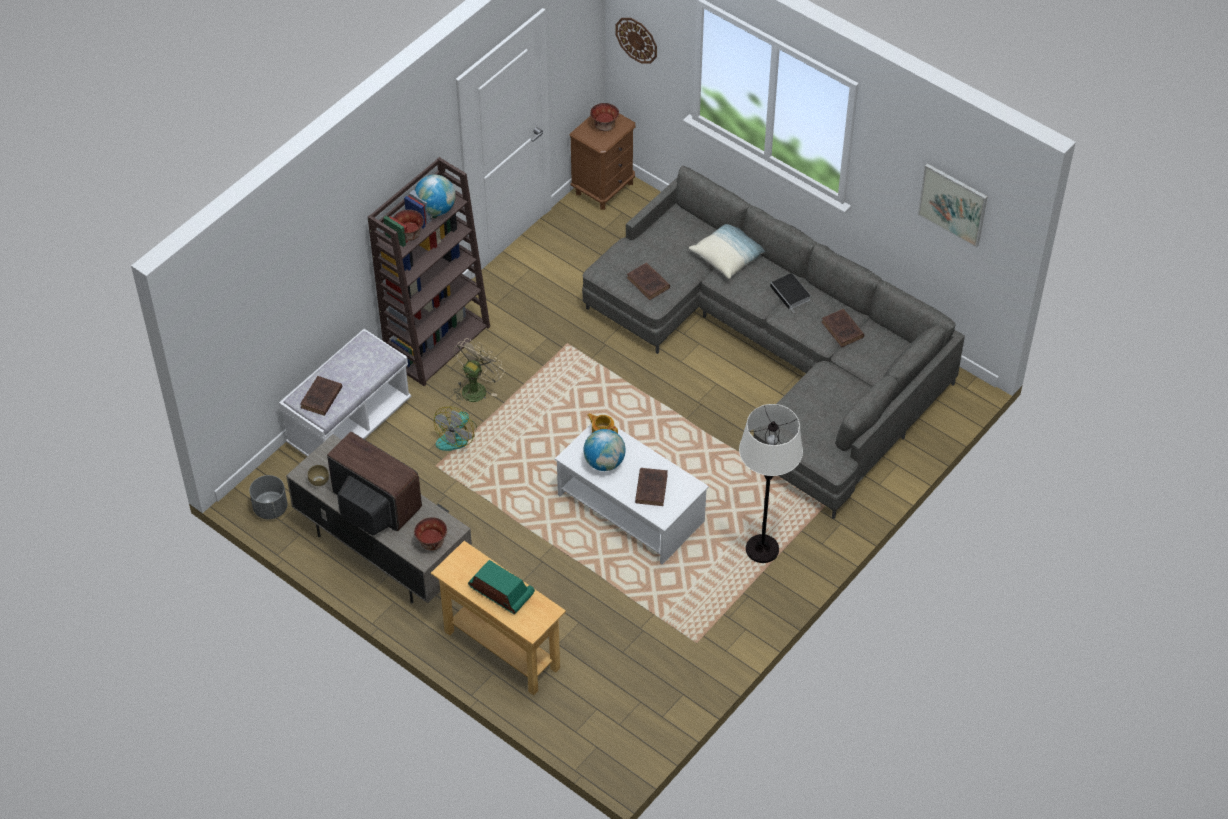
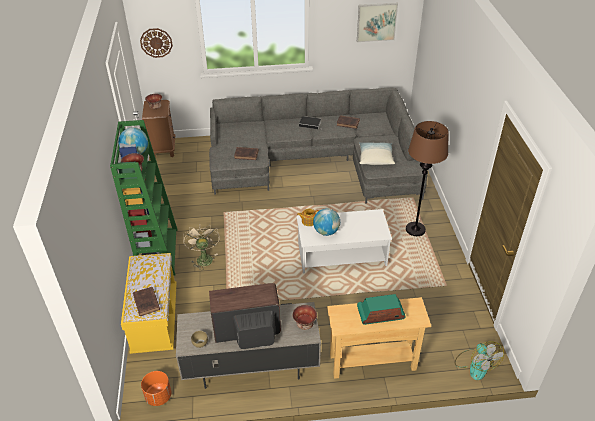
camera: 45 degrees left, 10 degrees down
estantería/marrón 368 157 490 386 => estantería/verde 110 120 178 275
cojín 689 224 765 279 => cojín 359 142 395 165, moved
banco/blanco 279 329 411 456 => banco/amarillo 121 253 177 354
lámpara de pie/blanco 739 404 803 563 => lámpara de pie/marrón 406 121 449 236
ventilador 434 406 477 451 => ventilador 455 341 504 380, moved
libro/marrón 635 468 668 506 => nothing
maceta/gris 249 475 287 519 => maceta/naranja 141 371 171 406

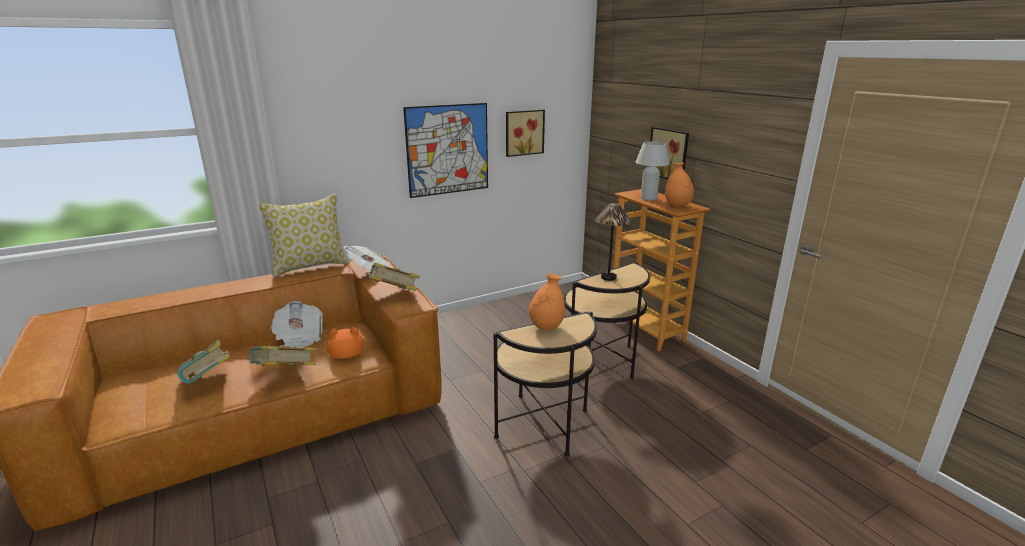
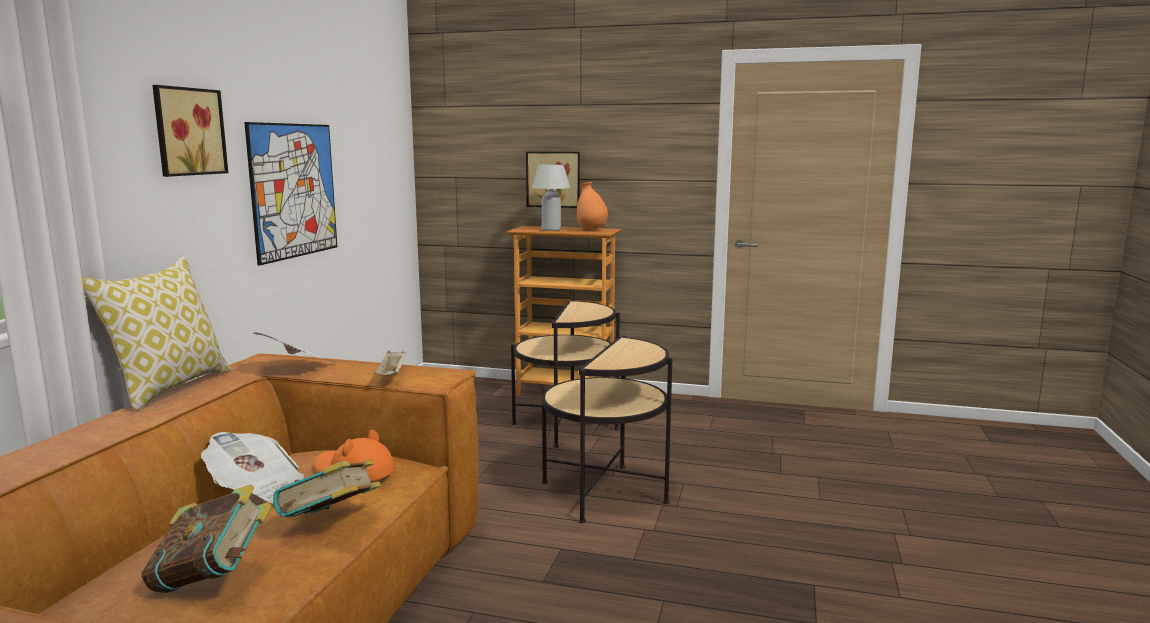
camera: 45 degrees left, 10 degrees down
cuadro 506 110 545 157 => cuadro 152 85 228 177, moved
lámpara de mesa 595 203 631 281 => nothing
libro 365 263 420 291 => bandeja/beis 375 351 406 375
florero/naranja 529 274 565 330 => nothing

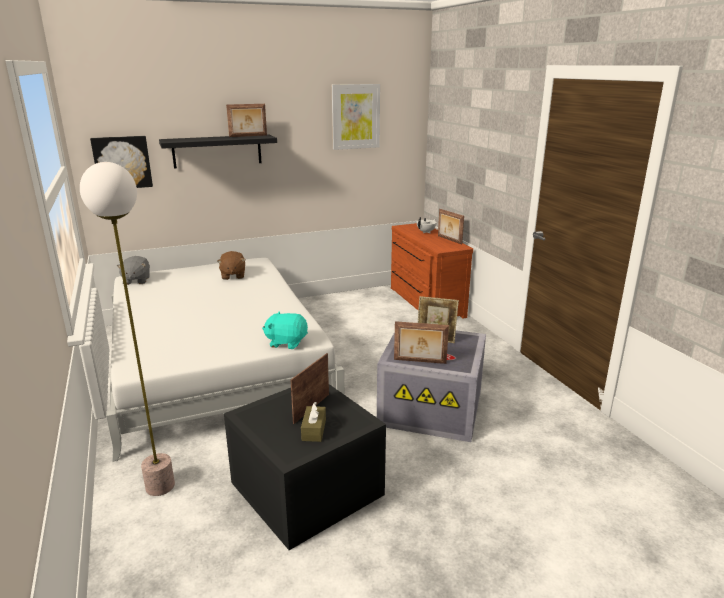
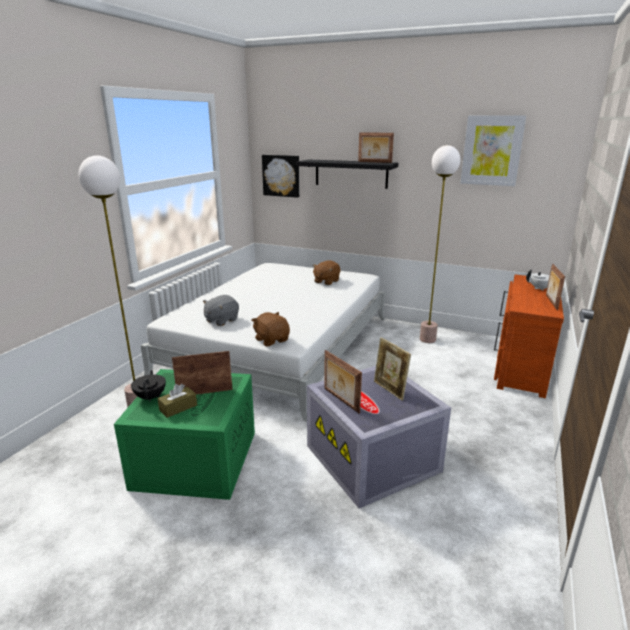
camera: 45 degrees right, 0 degrees up
peluche/gris 117 256 150 285 => peluche/gris 203 295 239 326, moved
peluche/turquesa 262 311 308 349 => peluche/marrón 252 312 290 347
caja de almacenaje/negro 224 384 386 550 => caja de almacenaje/verde 114 369 255 500
nothing => lámpara de pie 420 145 461 343
nothing => tetera/negro 131 370 166 402

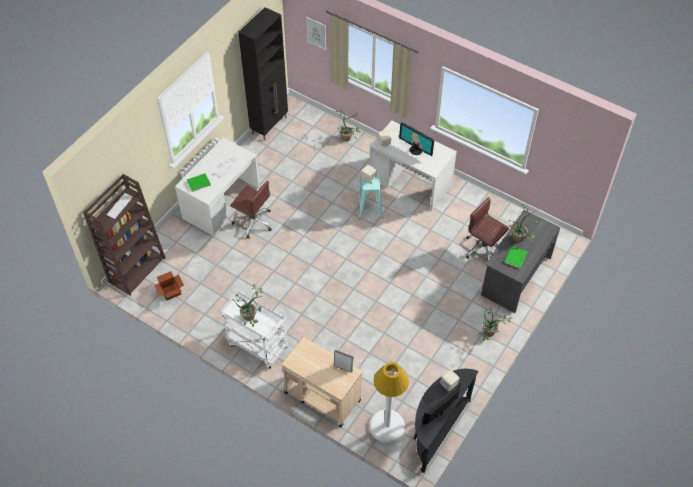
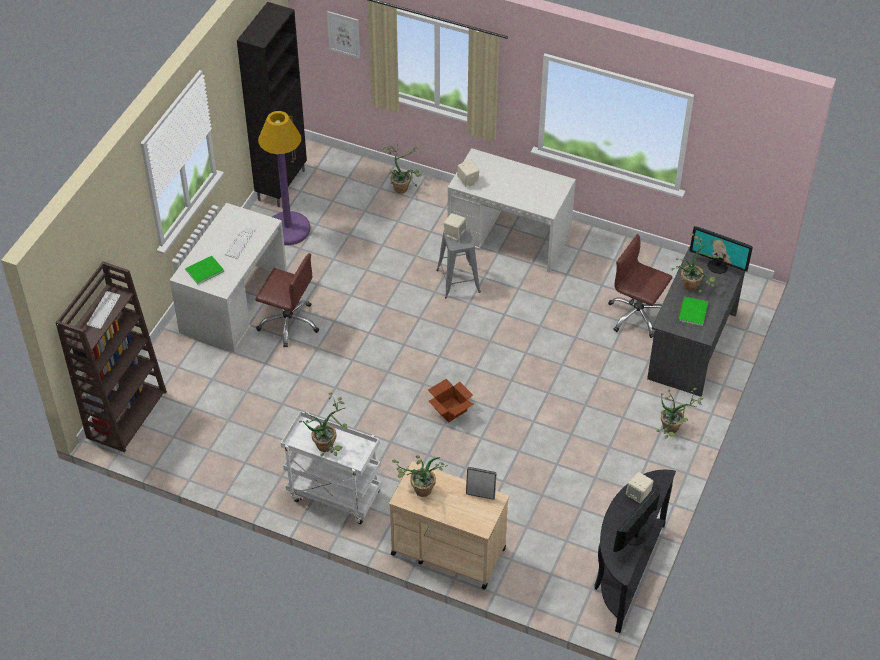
camera: 10 degrees left, 5 degrees down
monitor 399 122 434 156 => monitor 689 226 753 274, moved
taburete/turquesa 357 174 383 219 => taburete/gris 436 226 481 299
caja de cartón 154 271 184 301 => caja de cartón 428 379 474 422, moved
lámpara de pie/blanco 370 362 409 443 => nothing
nothing => lámpara de pie/morado 258 111 310 245
nothing => planta en maceta 392 455 448 497

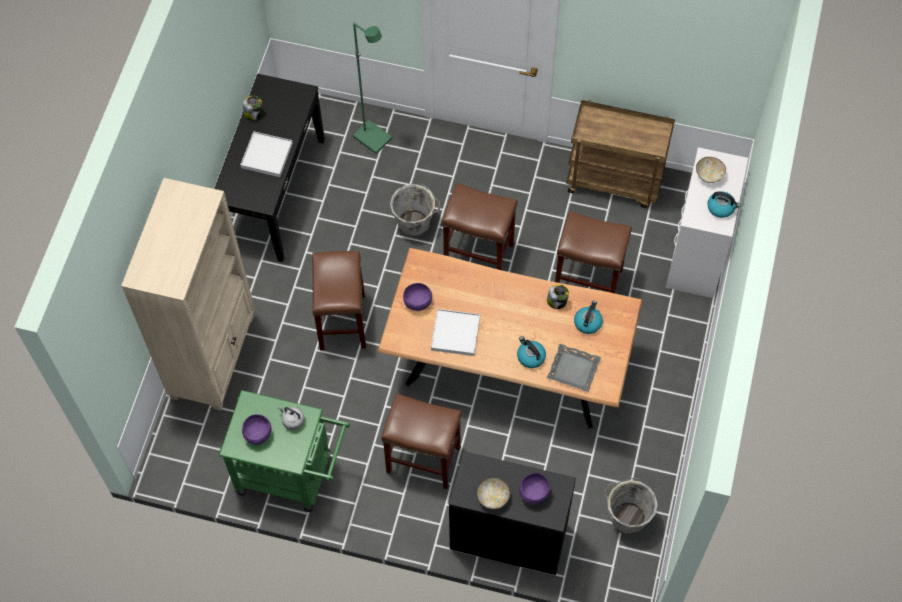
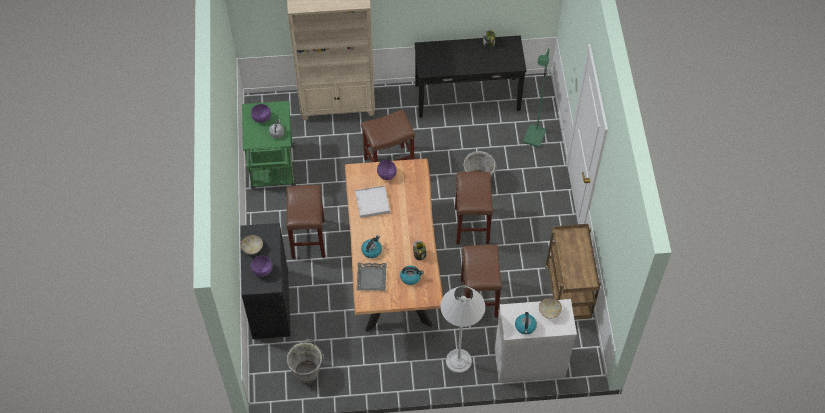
camera: 70 degrees right, 5 degrees down
bandeja/blanco 240 131 293 177 => nothing
nothing => lámpara de pie/blanco 440 285 485 373

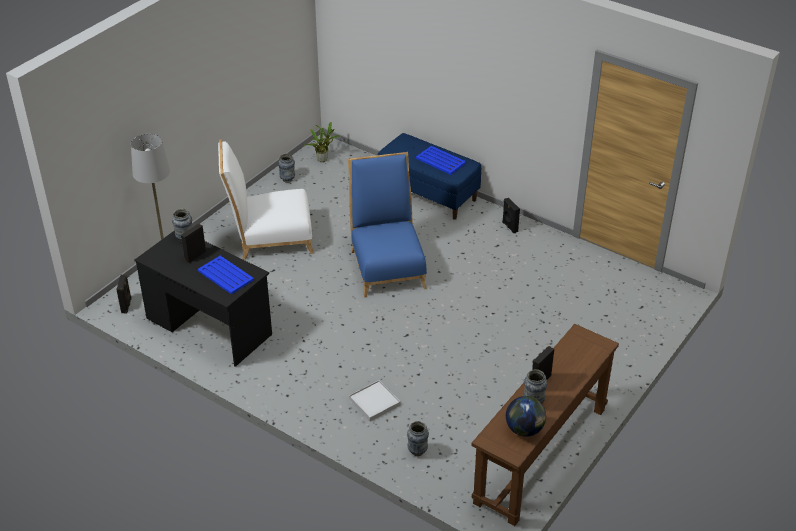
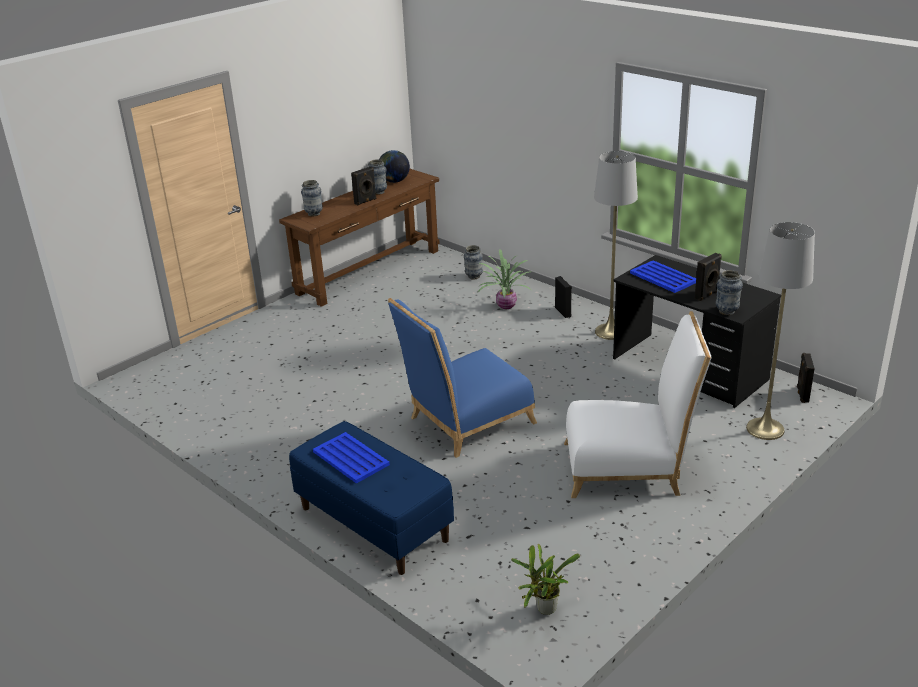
camera: 170 degrees left, 10 degrees down
silla/azul 348 152 427 297 => silla/azul 388 298 537 458, 60 degrees clockwise
florero 278 153 295 183 => florero 301 180 323 216, moved
altavoz/negro 502 198 520 233 => altavoz/negro 555 276 572 318, moved
bandeja/blanco 349 380 400 421 => planta en maceta 478 249 532 309
nothing => lámpara de pie/gris 594 151 638 340

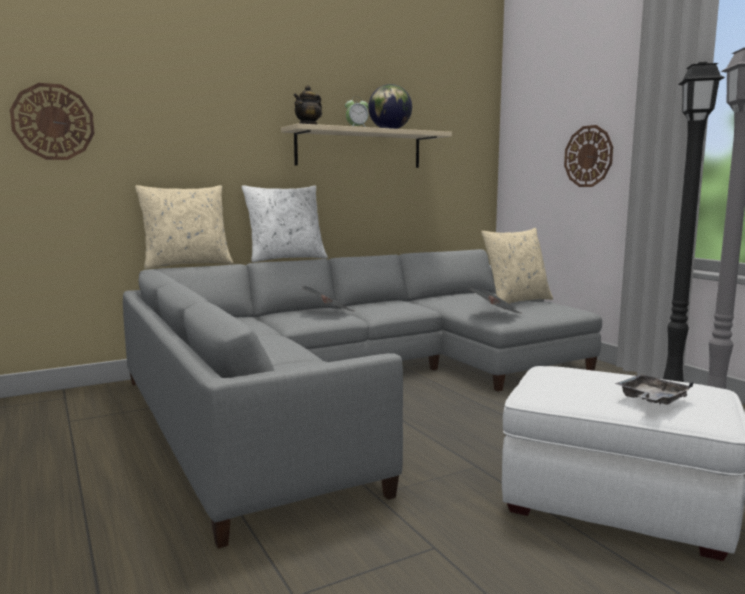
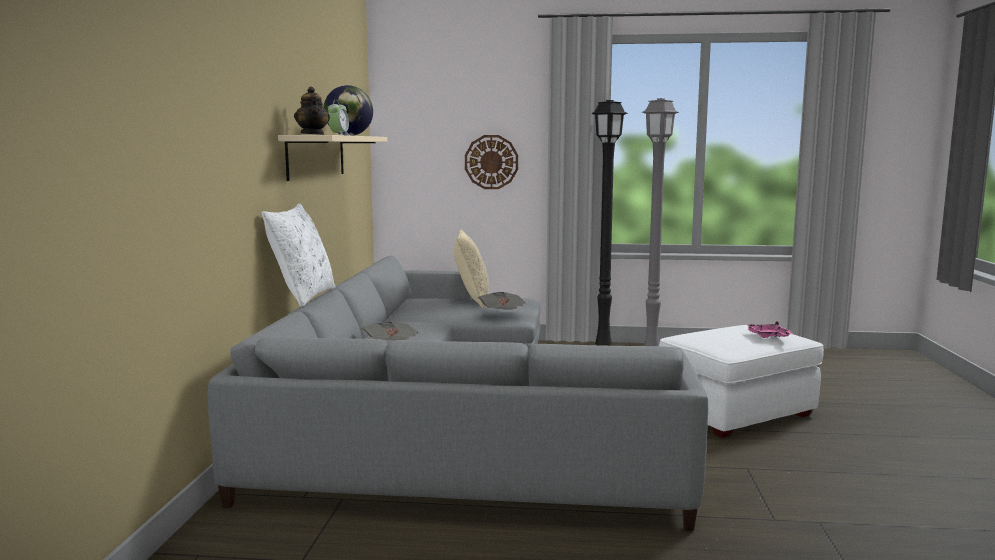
camera: 55 degrees left, 0 degrees up
reloj de pared 10 83 95 160 => nothing
cojín/beis 135 185 234 269 => nothing
bandeja/gris 615 374 694 405 => bandeja/rosa 745 321 793 338

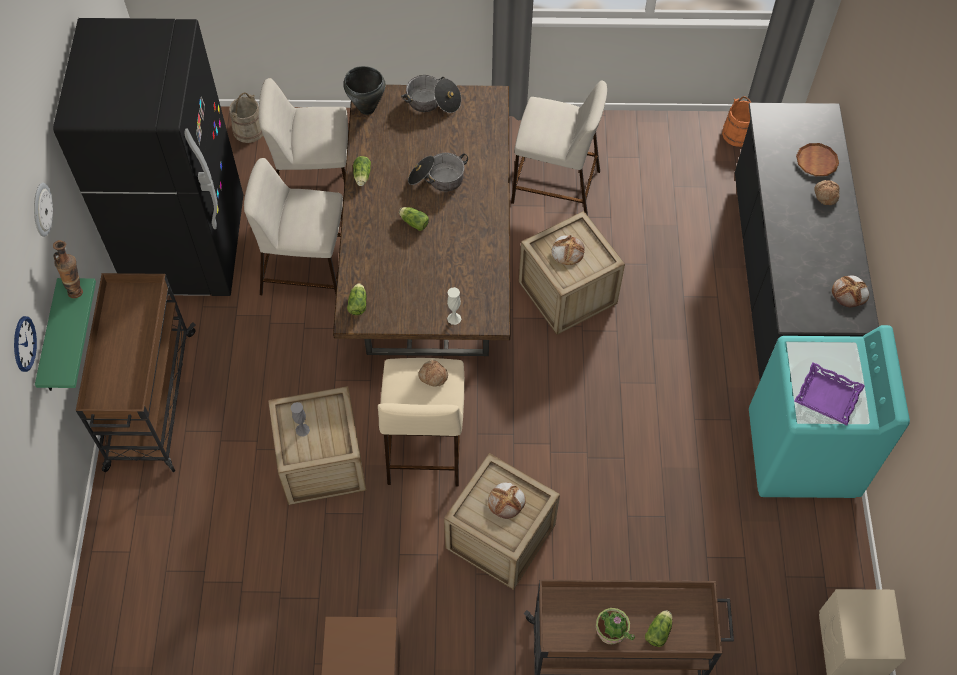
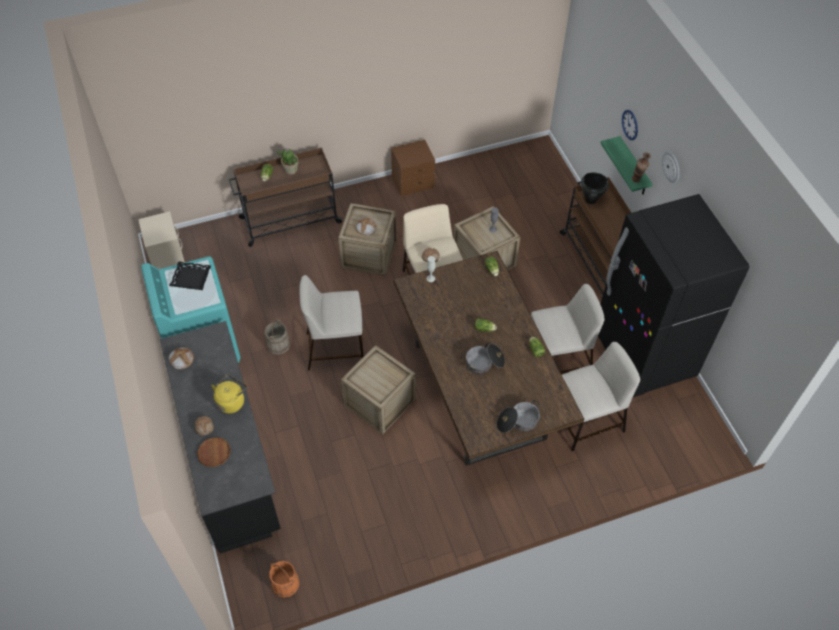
camera: 160 degrees right, 5 degrees down
olla/negro 343 66 386 115 => olla/negro 581 172 609 204, moved
taburete/beis 511 81 607 215 => taburete/beis 299 275 364 371, moved
cubo/beis 229 92 263 143 => cubo/beis 265 319 290 355, moved
pan 551 235 585 265 => nothing
bandeja/morado 794 362 865 425 => bandeja/negro 169 261 211 290
nothing => hervidor/amarillo 211 375 247 414

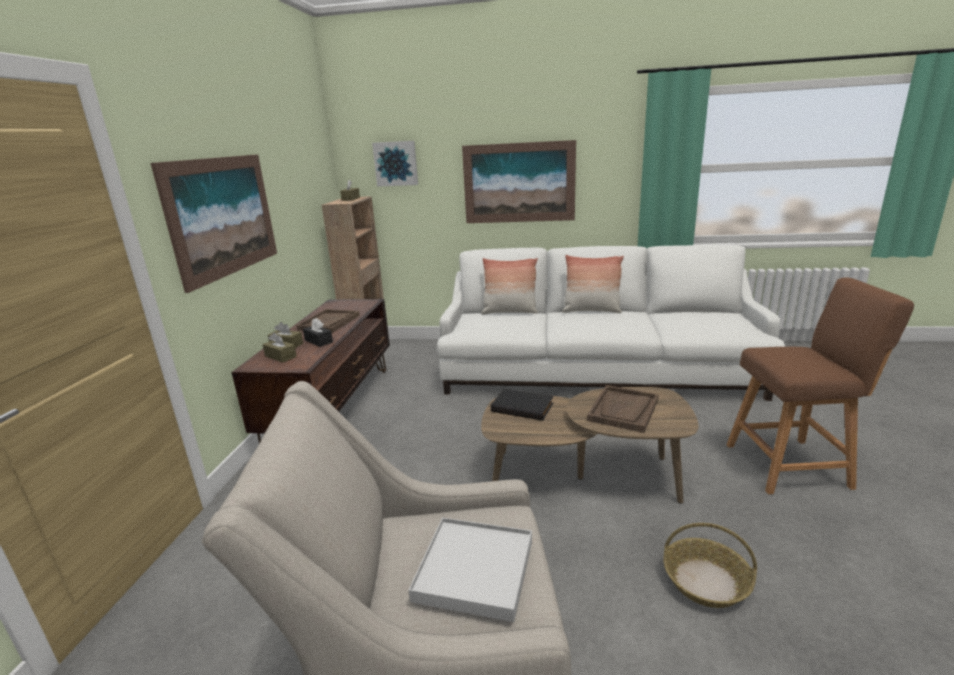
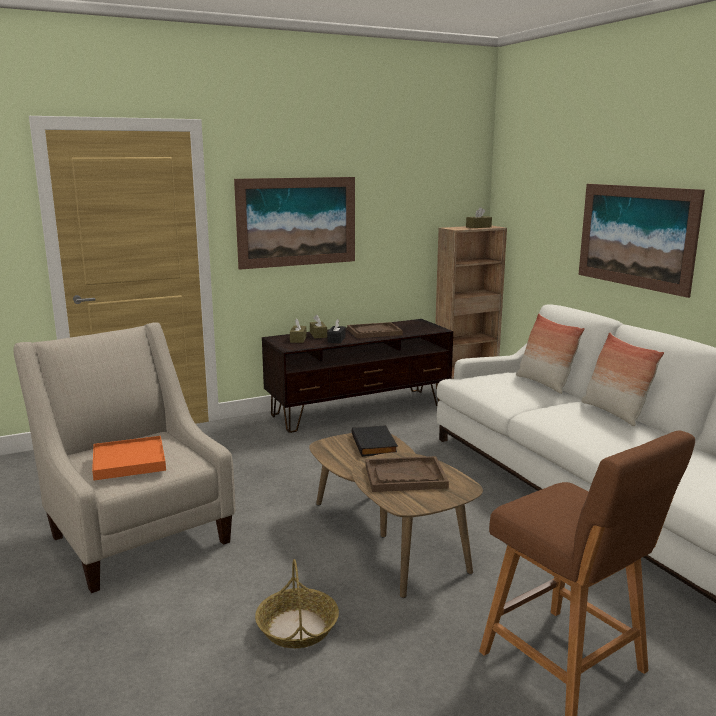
camera: 55 degrees right, 5 degrees down
cuadro 372 141 418 187 => nothing
bandeja/blanco 408 518 532 622 => bandeja/naranja 92 436 166 480

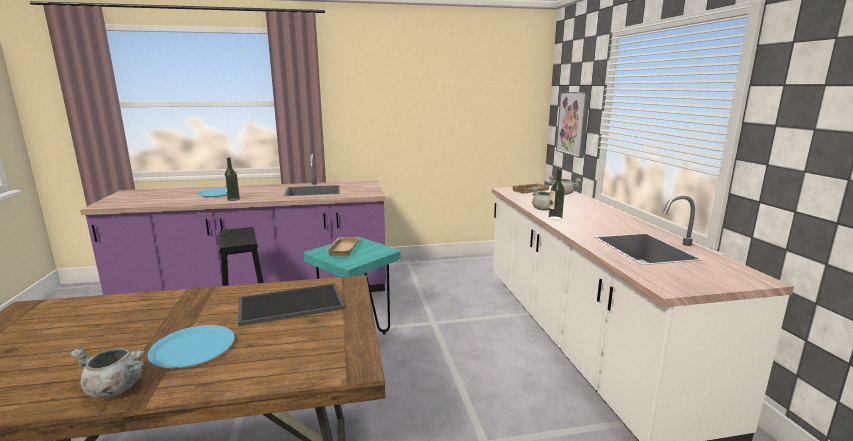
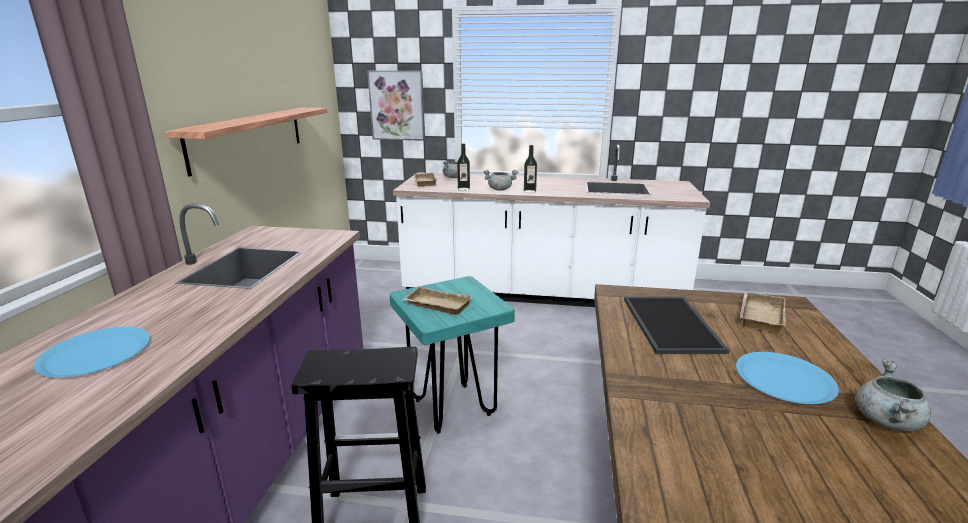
camera: 70 degrees left, 5 degrees up
botella 224 157 240 201 => botella 457 143 470 191, moved
nothing => estante 165 108 327 177
nothing => bandeja/beis 740 292 786 333

